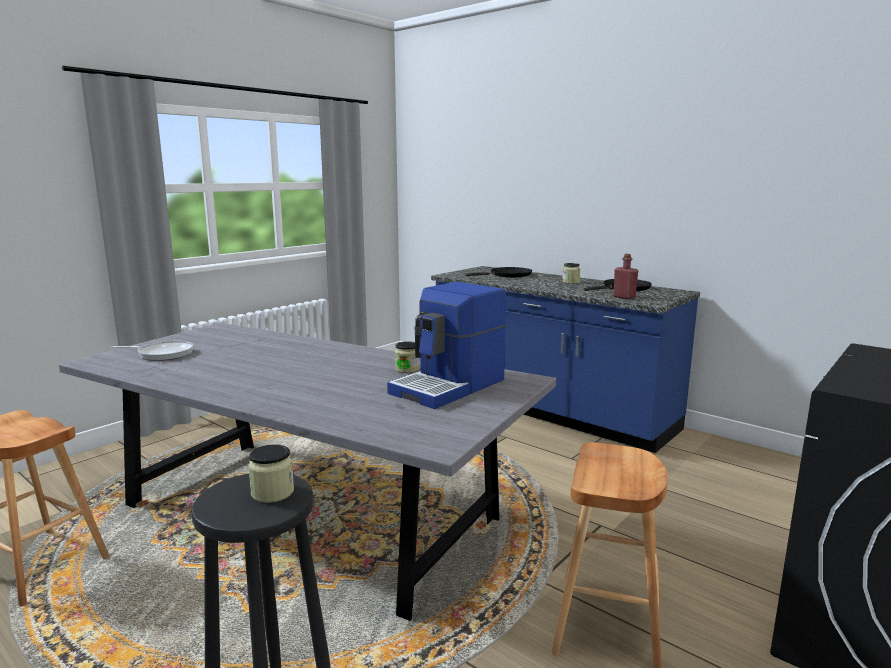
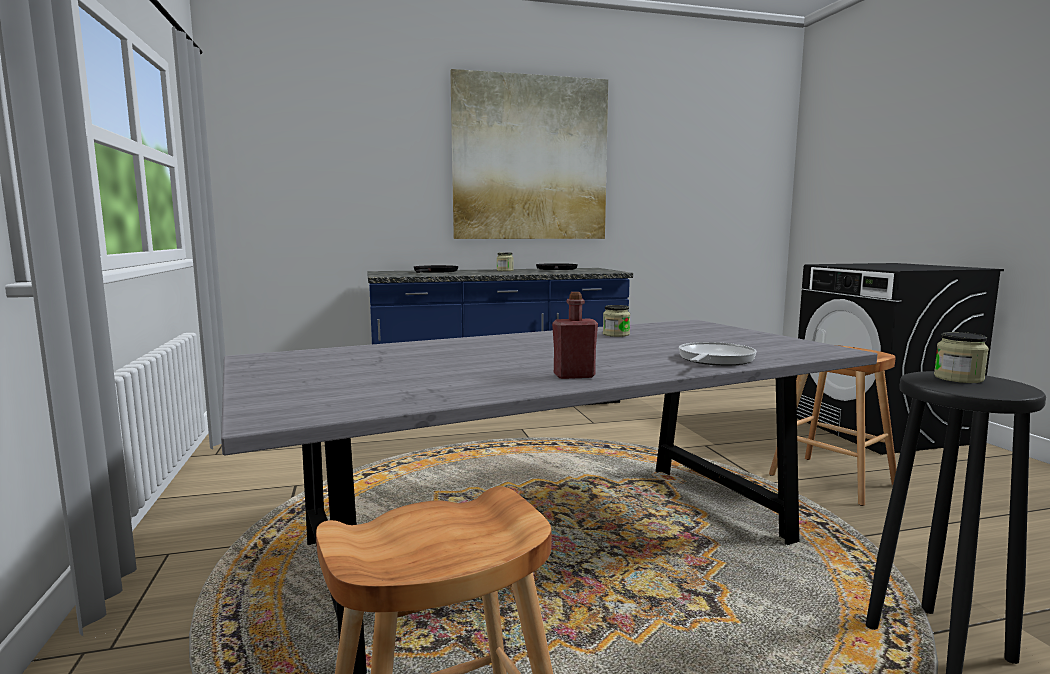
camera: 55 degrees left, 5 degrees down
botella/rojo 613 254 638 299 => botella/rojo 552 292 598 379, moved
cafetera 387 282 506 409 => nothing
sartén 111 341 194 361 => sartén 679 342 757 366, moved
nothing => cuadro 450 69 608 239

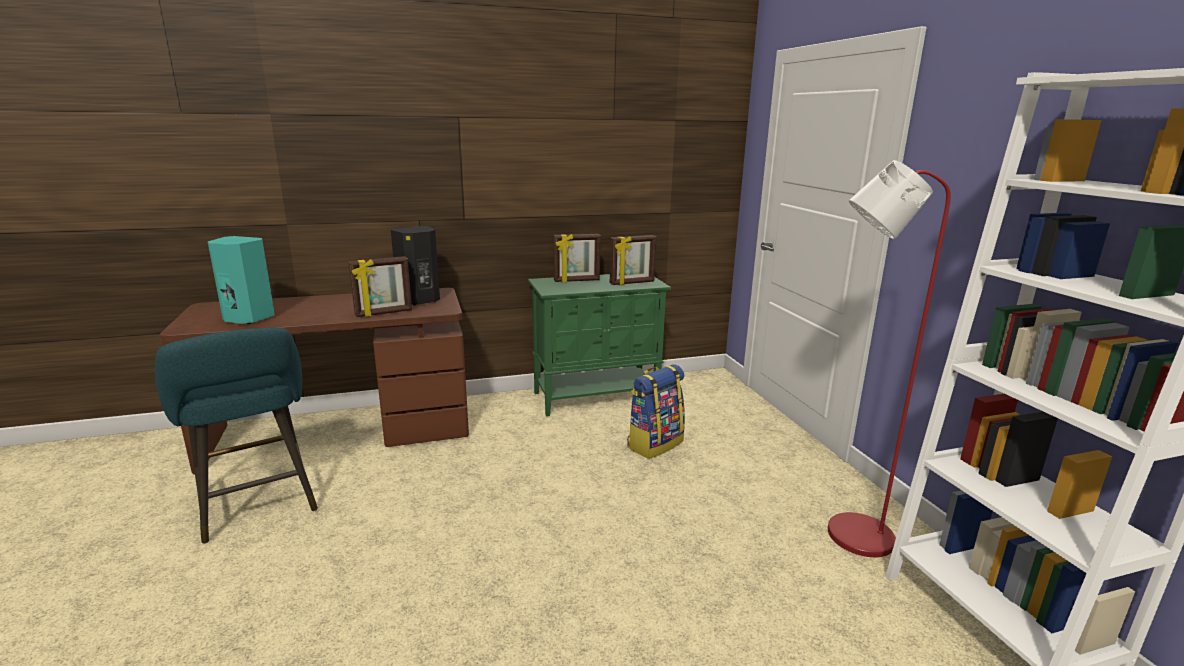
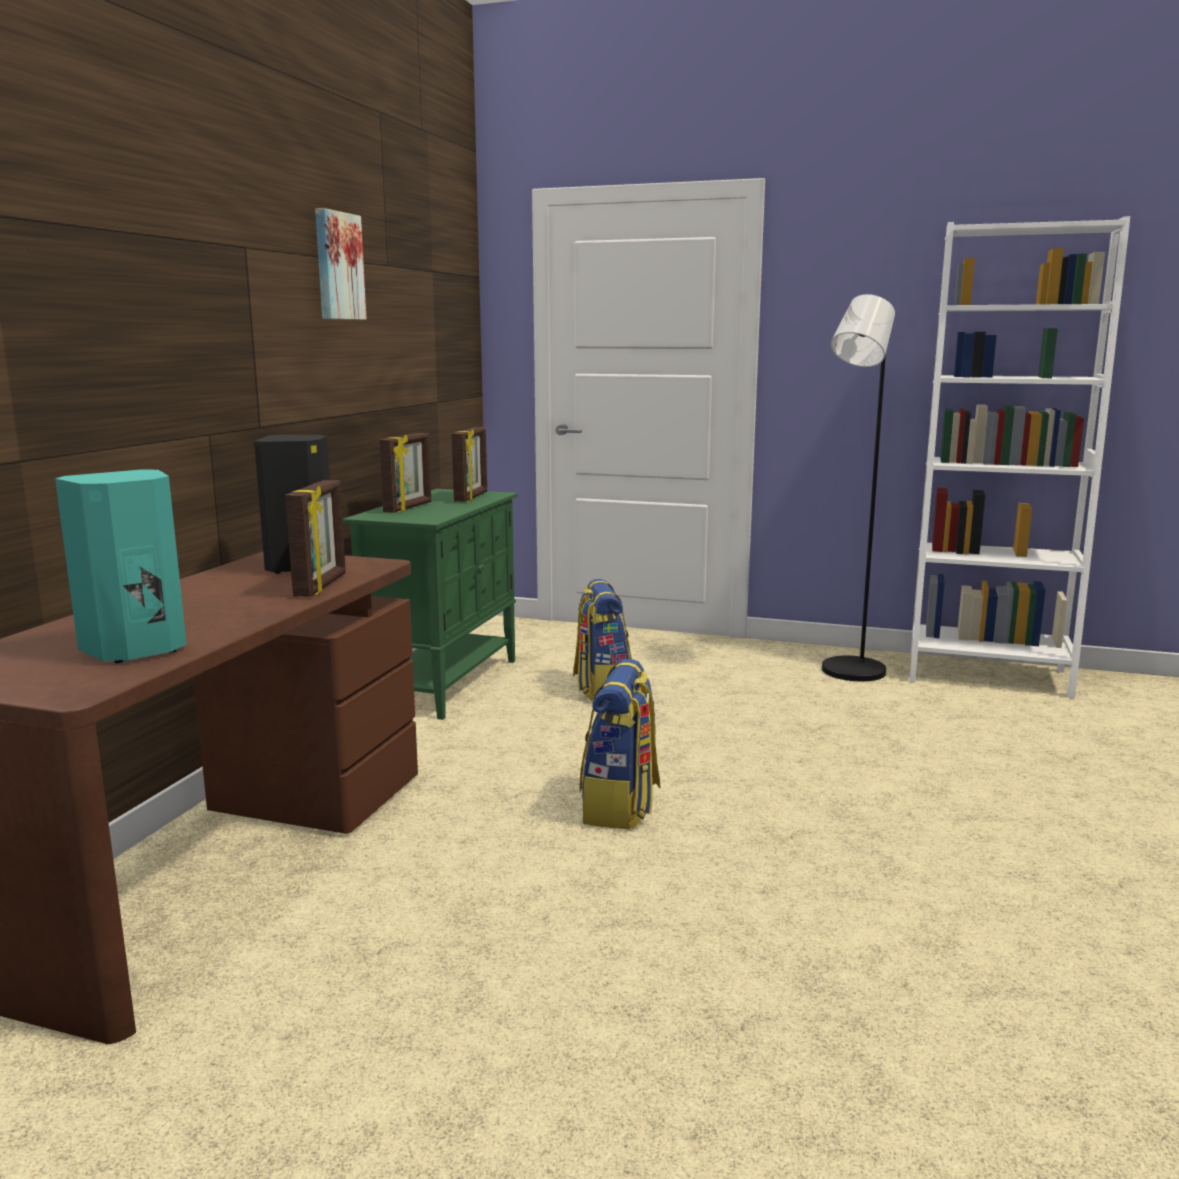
camera: 55 degrees left, 5 degrees down
lámpara de pie/rojo 828 160 951 557 => lámpara de pie/negro 822 294 895 682
taburete/turquesa 155 327 318 544 => nothing
nothing => cuadro 315 208 367 320
nothing => mochila 580 659 661 829

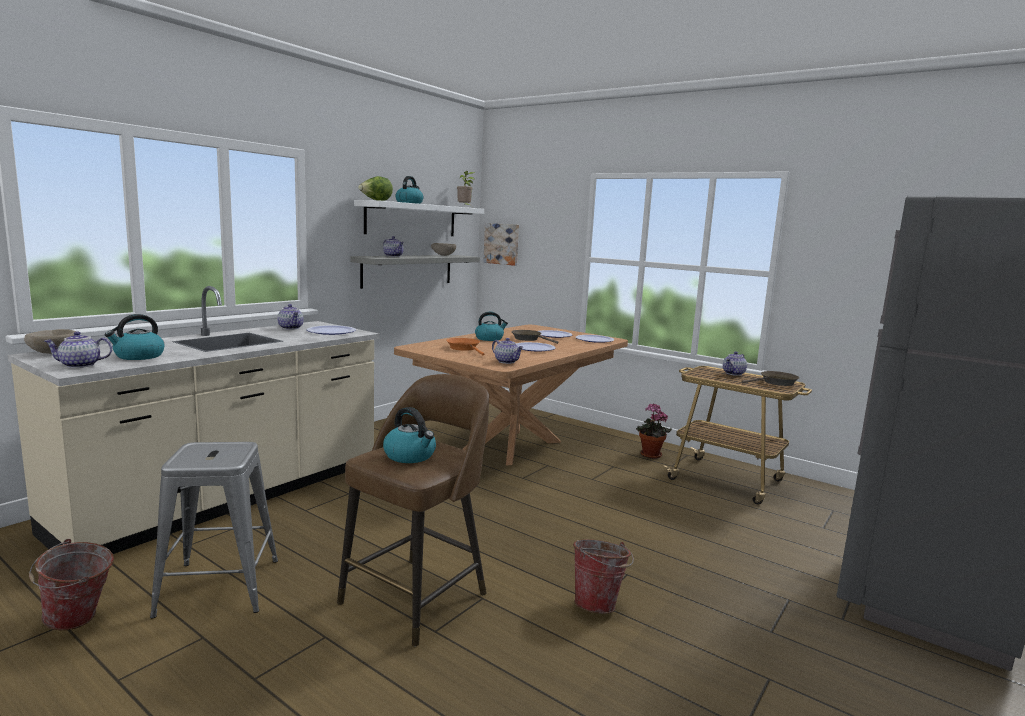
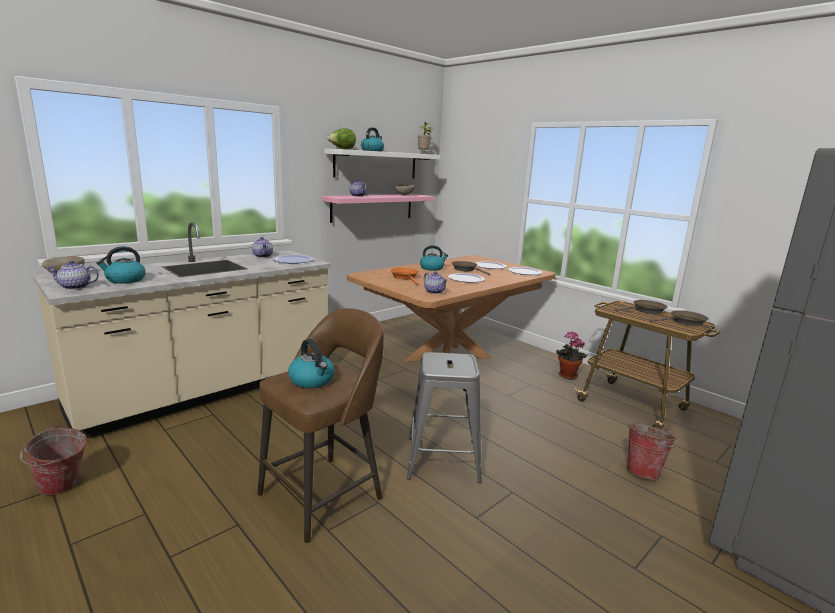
camera: 10 degrees right, 5 degrees up
cuadro 483 223 519 266 => nothing
estante/gris 351 255 480 289 => estante/rosa 321 194 435 223
tetera 723 351 747 376 => sartén/marrón 615 300 668 314
taburete/gris 150 442 278 619 => taburete/gris 407 352 482 483, moved
cubo 573 539 634 614 => cubo 627 424 678 480, moved

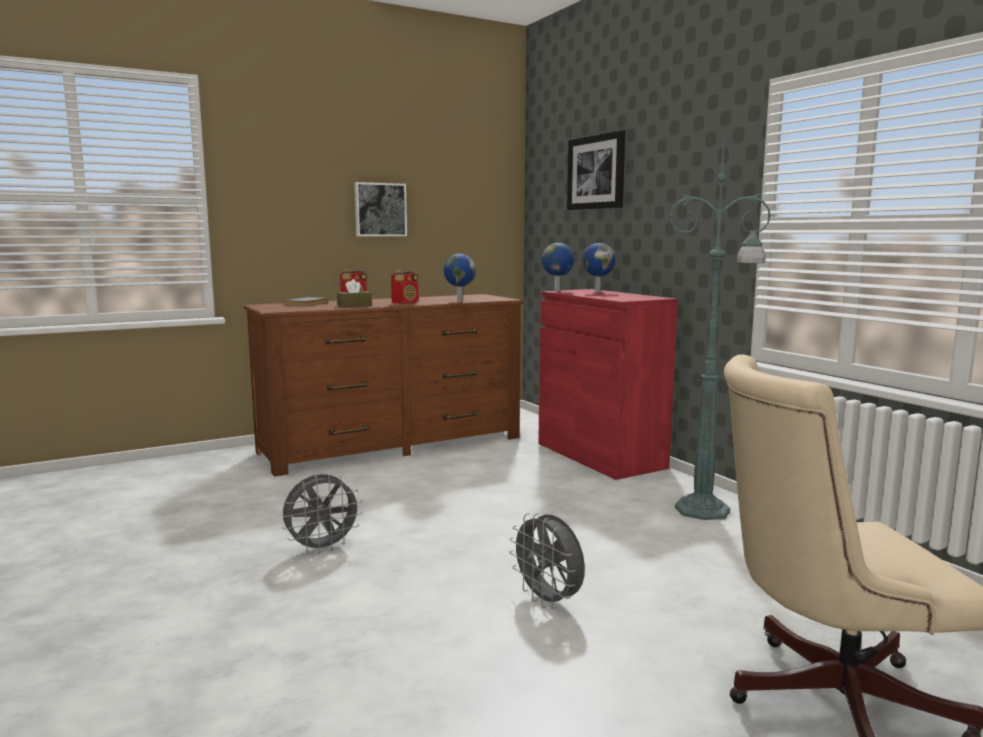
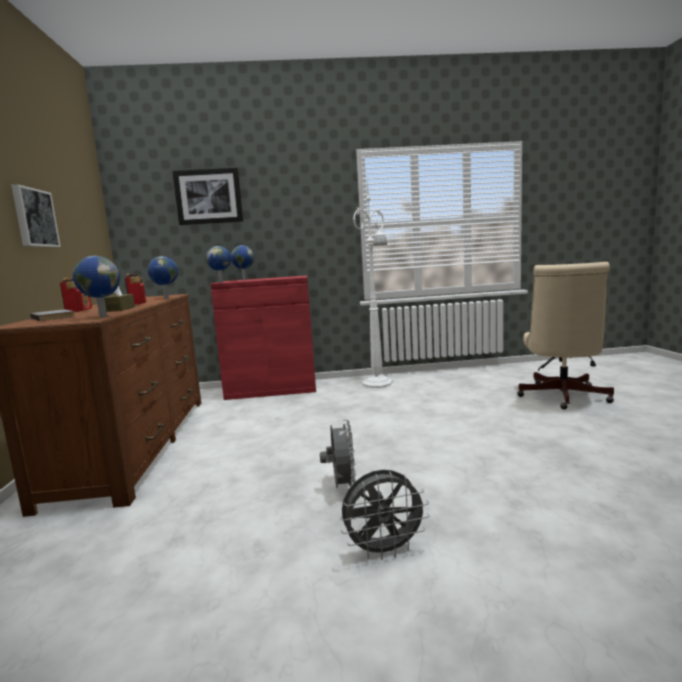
camera: 65 degrees left, 0 degrees up
lámpara de pie/verde 669 142 772 520 => lámpara de pie/blanco 353 180 393 388
ventilador/gris 509 513 585 609 => ventilador/gris 340 470 429 560, moved
nothing => globo terráqueo 73 256 120 317

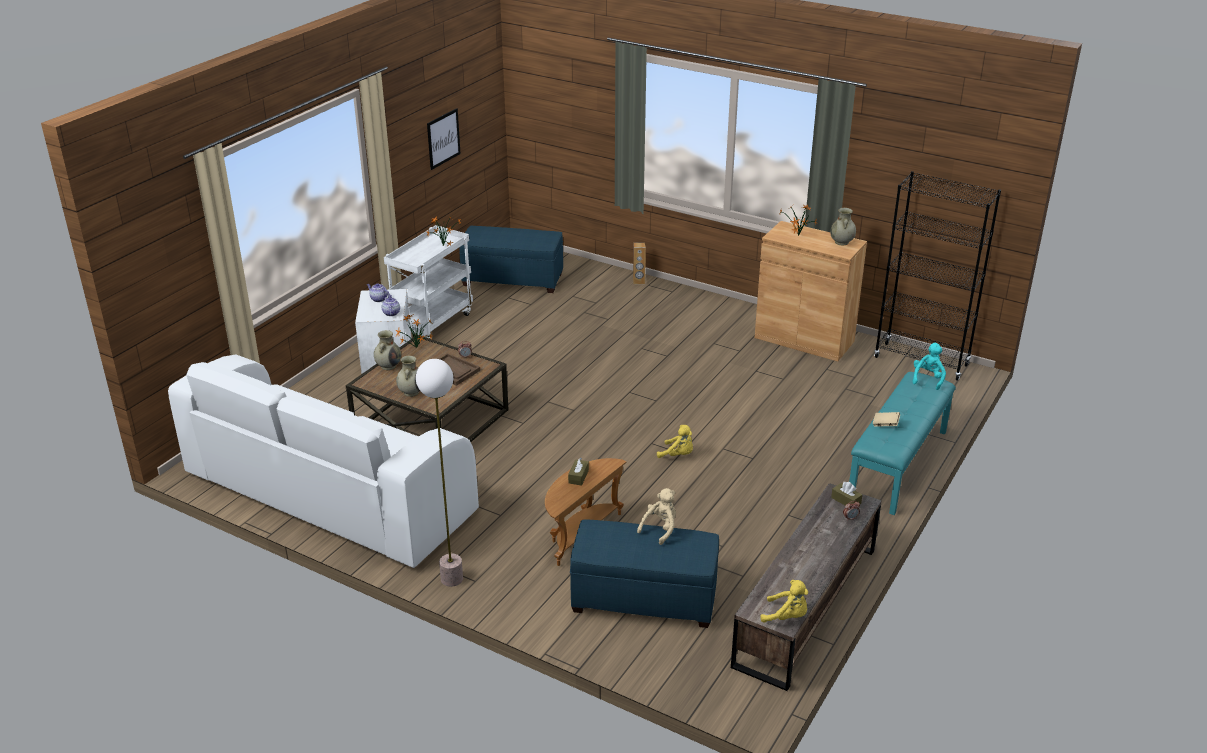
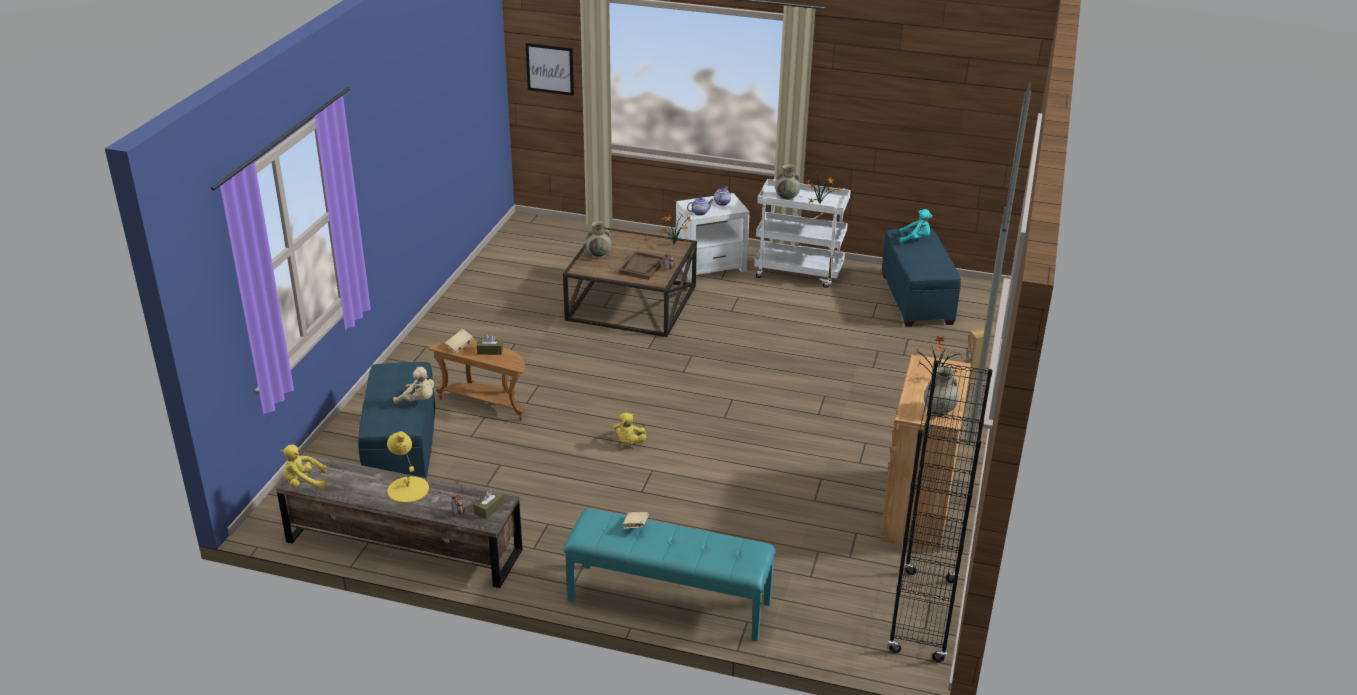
camera: 75 degrees right, 0 degrees up
cuadro 427 108 461 170 => cuadro 526 43 574 96, moved
florero/beis 374 330 401 370 => florero/beis 775 164 800 201, moved
peluche/turquesa 912 343 946 390 => peluche/turquesa 899 209 932 244, moved
sofá/blanco 168 354 479 568 => nothing
lámpara de pie 416 359 463 587 => nothing
peluche/amarillo 760 580 809 622 => peluche/amarillo 281 445 327 489, 75 degrees clockwise
nothing => libro/beis 445 329 474 353
nothing => lámpara de mesa/amarillo 387 431 429 503

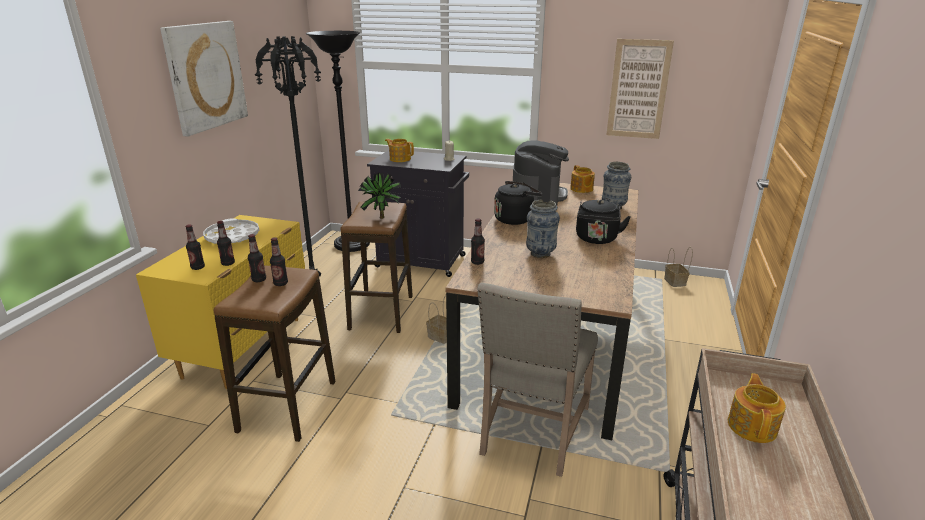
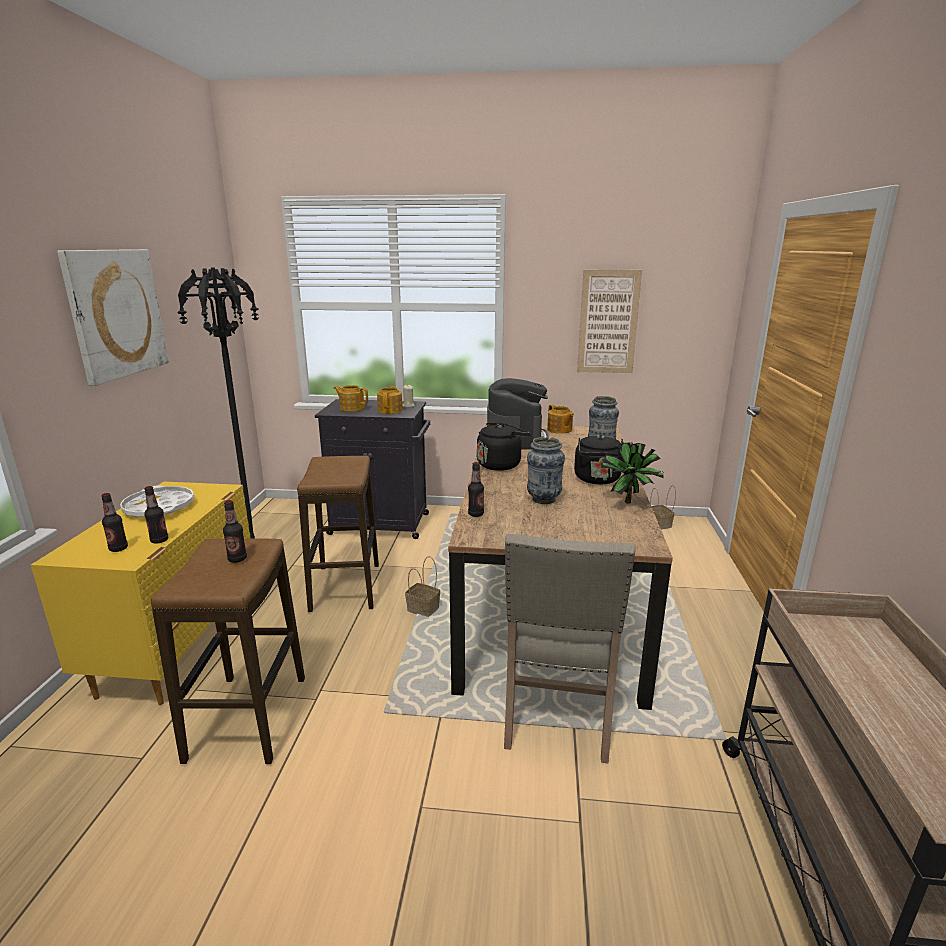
camera: 10 degrees left, 5 degrees down
lámpara de pie/negro 306 31 370 252 => nothing
planta en maceta 358 173 401 219 => planta en maceta 601 443 664 504, moved
botella 248 234 266 282 => nothing
tetera 728 373 786 443 => tetera 377 385 403 414, moved

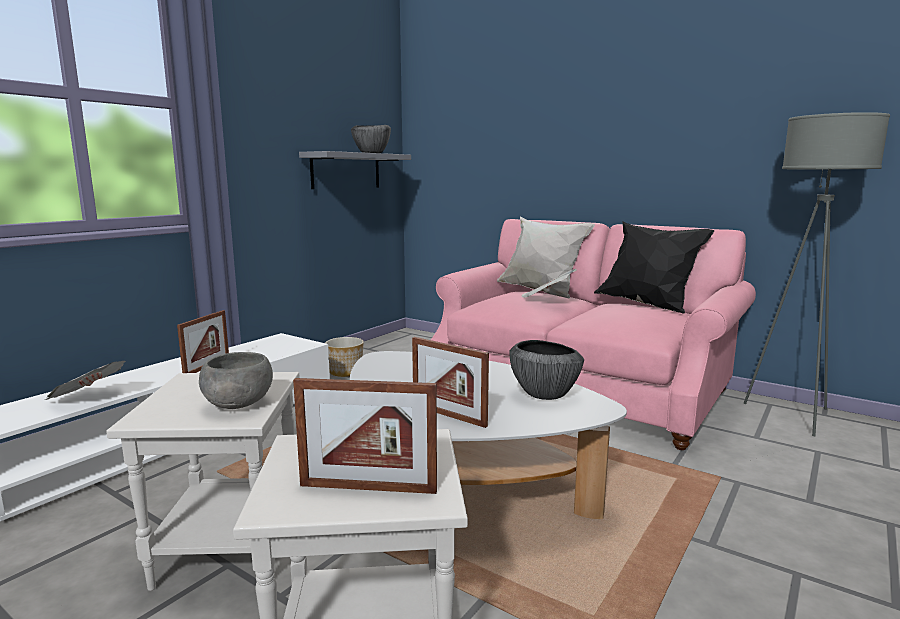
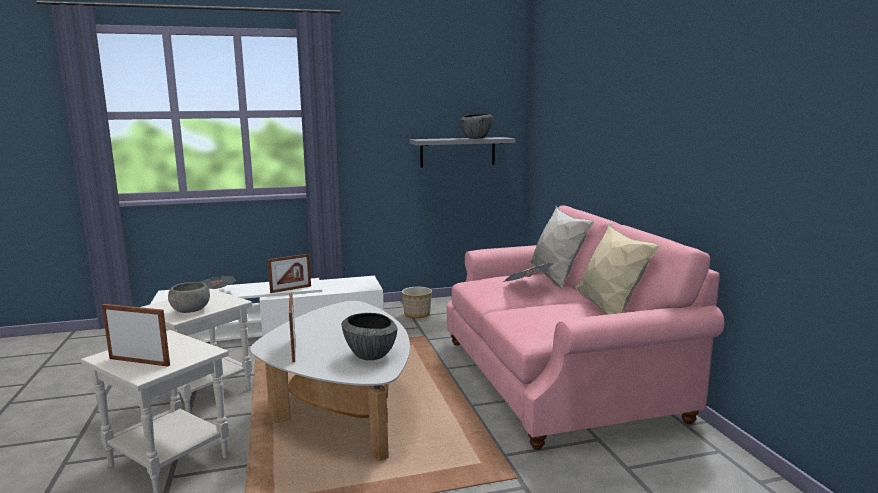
camera: 40 degrees right, 0 degrees up
lámpara de pie/gris 744 112 890 436 => nothing
cojín/negro 594 221 715 314 => cojín/beis 575 223 660 315
portarretratos 293 378 437 494 => portarretratos 102 304 170 367, 150 degrees clockwise

